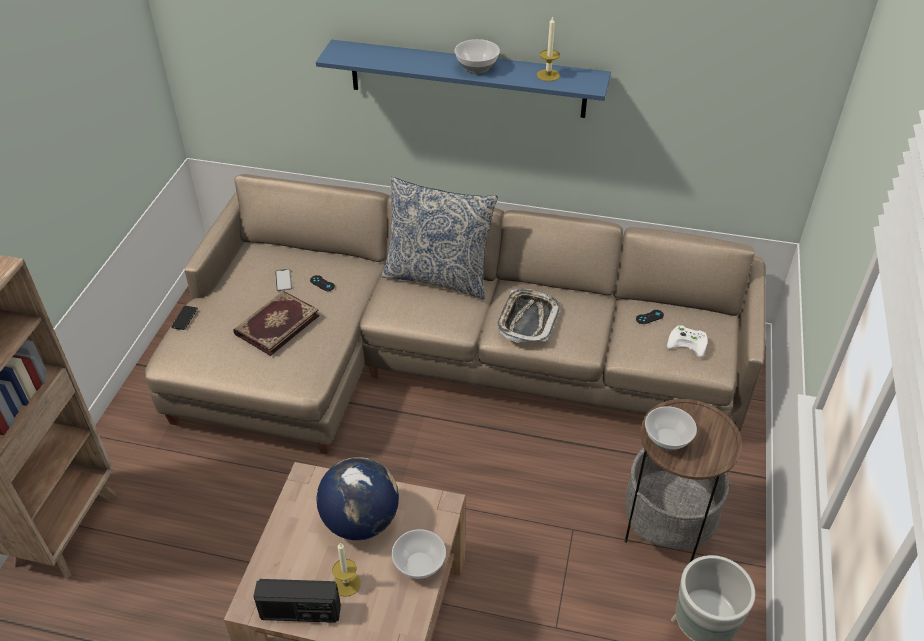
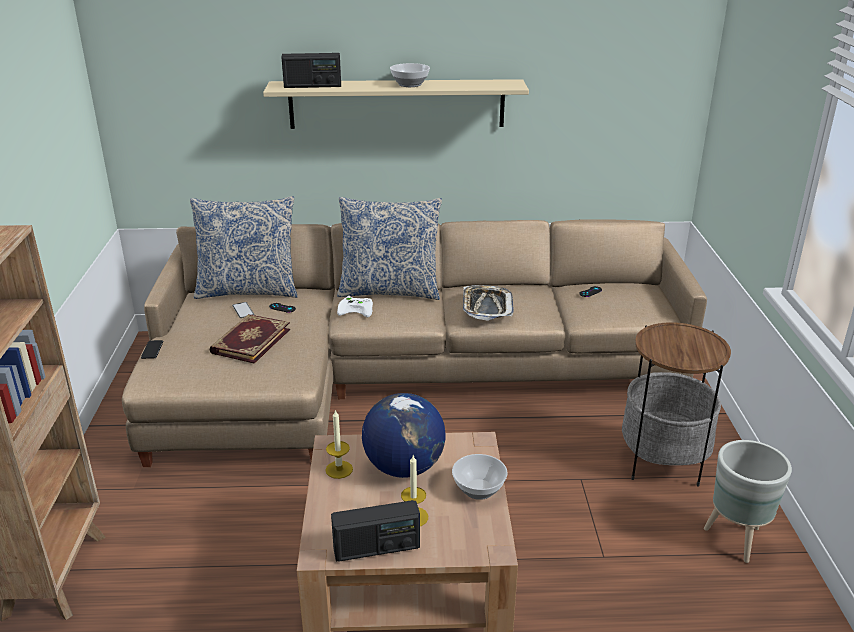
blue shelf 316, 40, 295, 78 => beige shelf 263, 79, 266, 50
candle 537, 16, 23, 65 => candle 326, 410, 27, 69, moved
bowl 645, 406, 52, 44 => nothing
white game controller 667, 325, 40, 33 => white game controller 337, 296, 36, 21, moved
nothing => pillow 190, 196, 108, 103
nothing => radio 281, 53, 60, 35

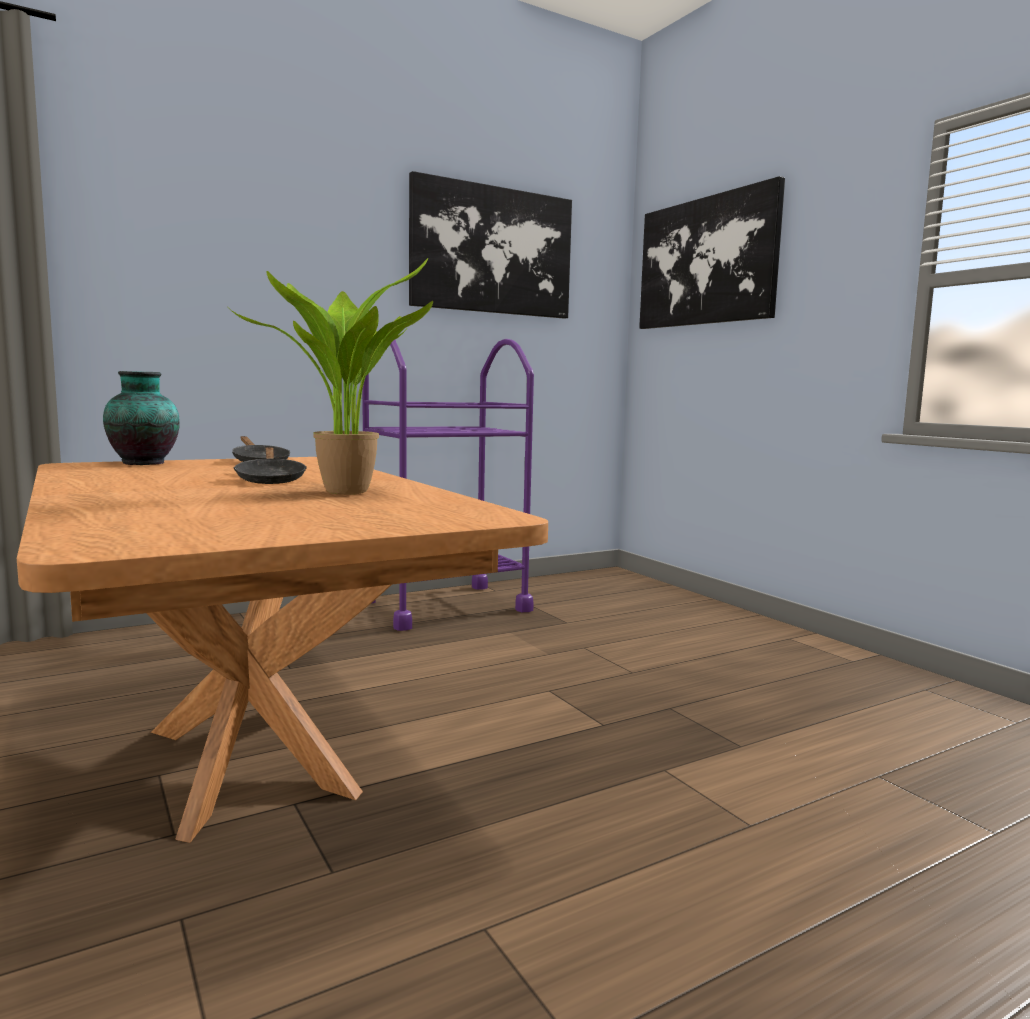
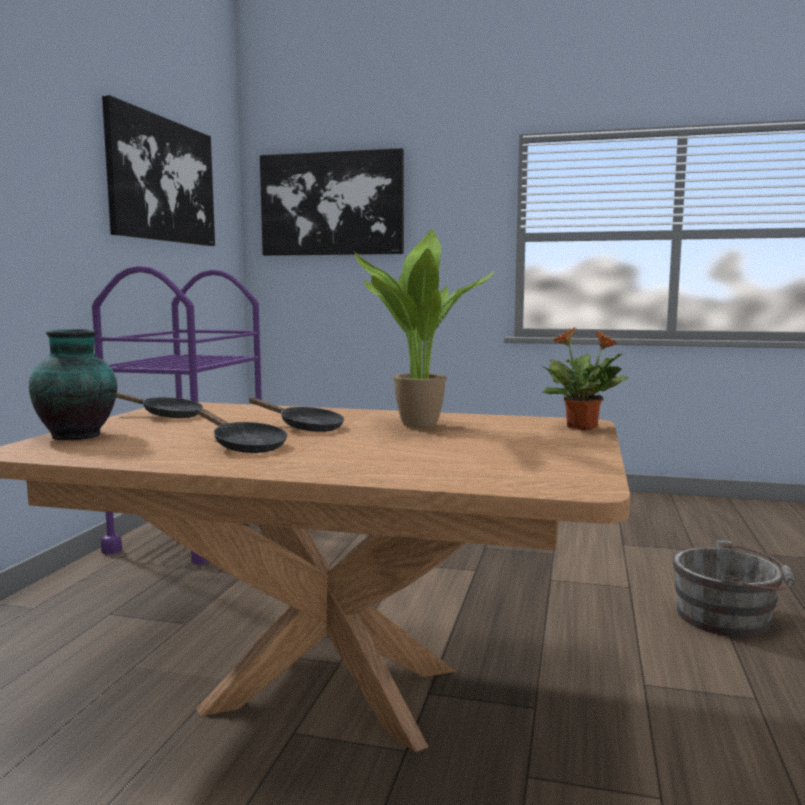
nothing => black frying pan 198, 409, 89, 44
nothing => potted plant 542, 327, 87, 103
nothing => grey bucket 673, 540, 122, 97

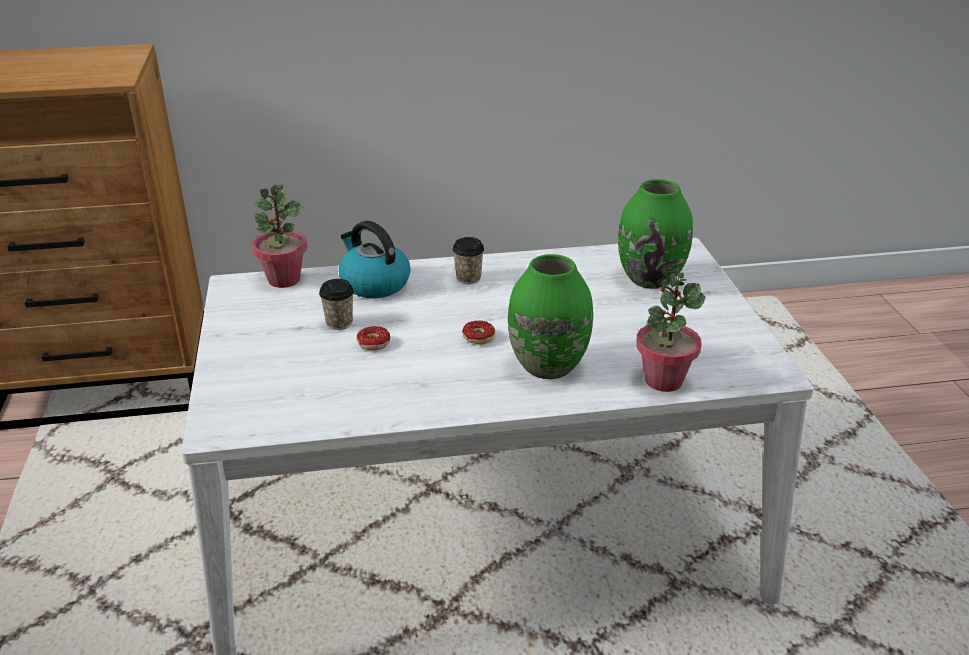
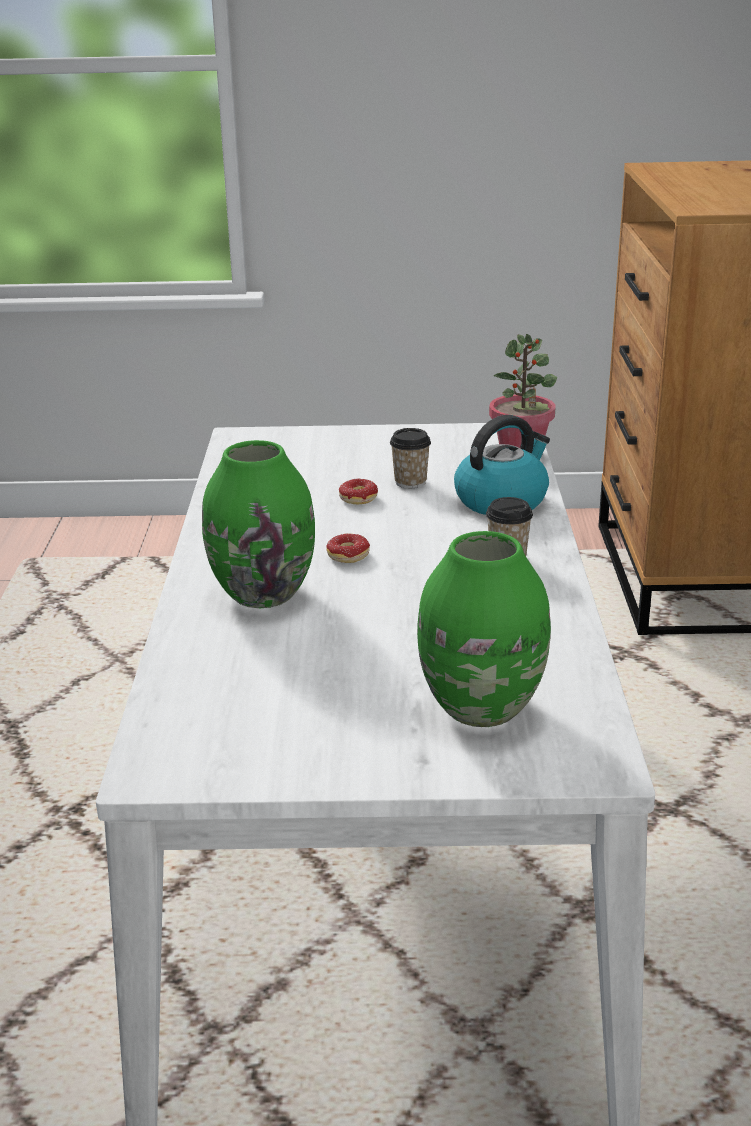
potted plant 636, 273, 69, 119 => nothing

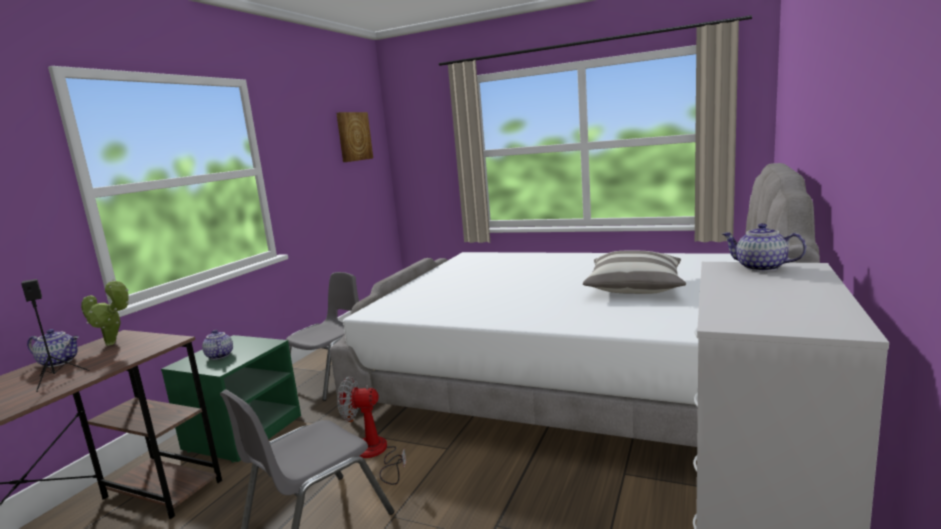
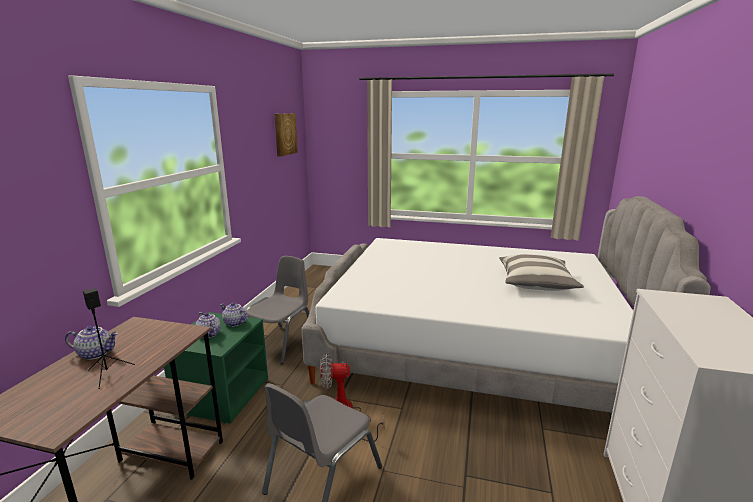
potted plant 81, 279, 48, 67 => nothing
teapot 722, 223, 84, 49 => teapot 220, 303, 28, 24, moved

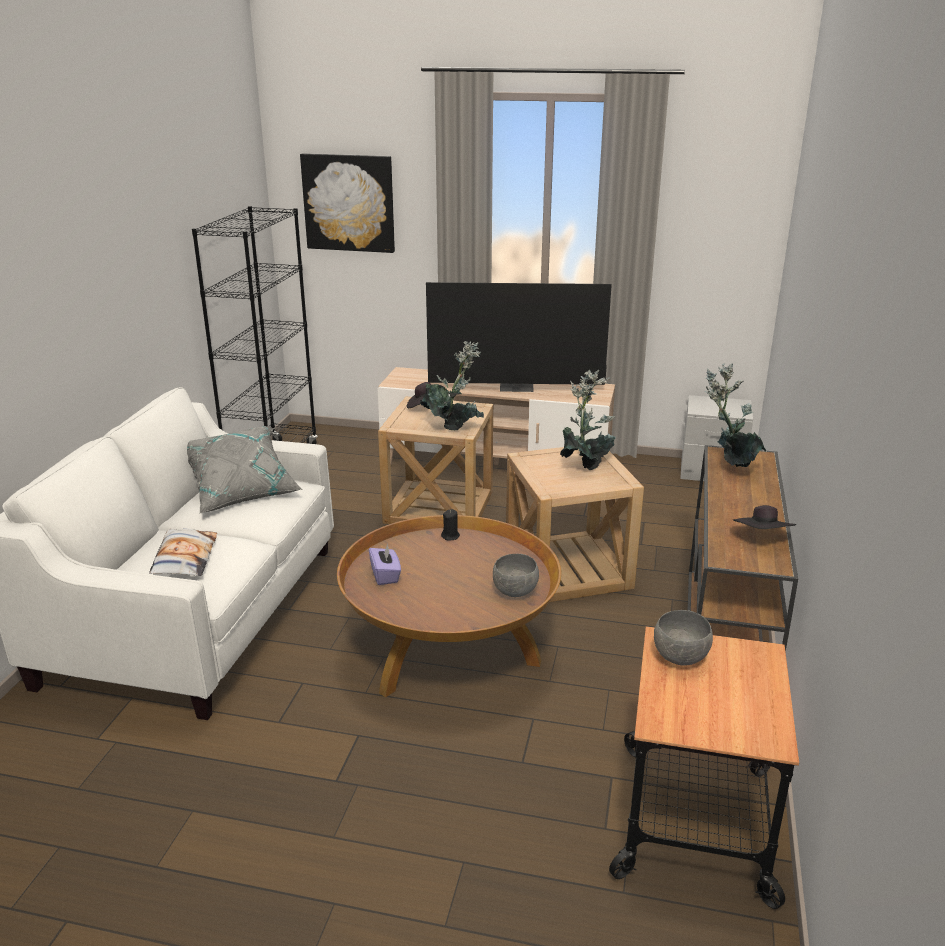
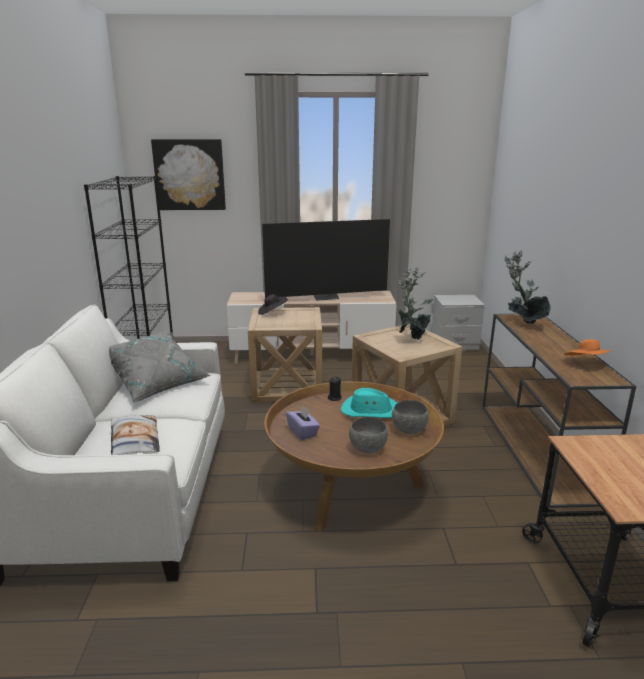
potted plant 420, 341, 64, 89 => nothing
grey bowl 654, 610, 59, 56 => grey bowl 349, 417, 39, 36, moved
black hat 733, 505, 63, 24 => orange hat 564, 339, 49, 17
nothing => turquoise hat 341, 388, 56, 30

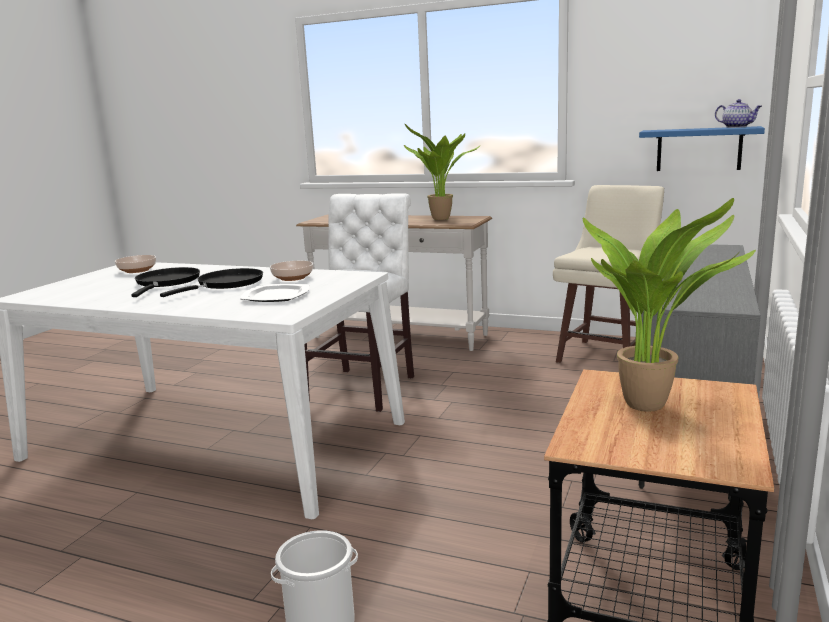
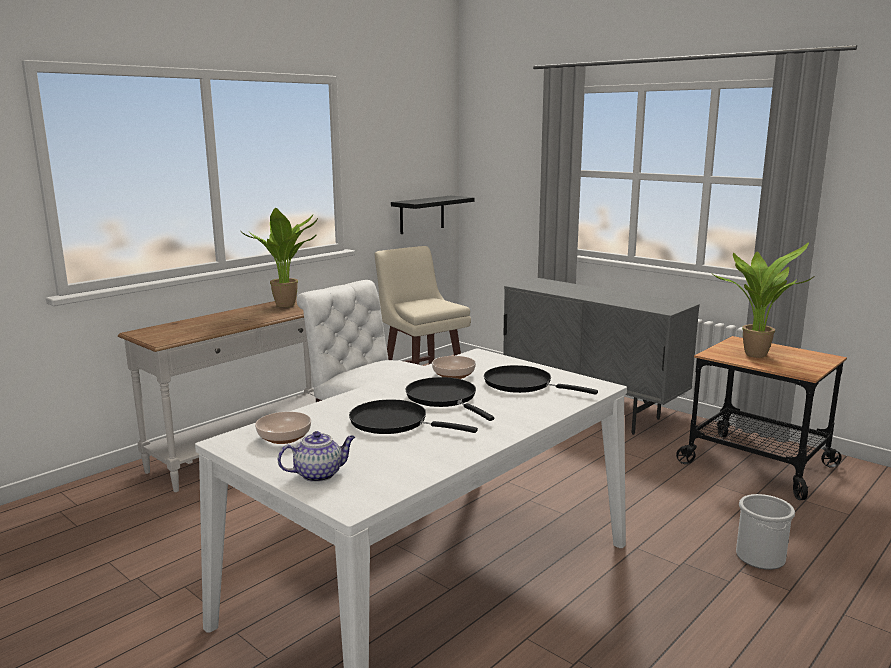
plate 240, 284, 70, 18 => black frying pan 484, 365, 114, 30
blue shelf 639, 126, 126, 45 => black shelf 391, 196, 84, 38
teapot 715, 99, 47, 29 => teapot 278, 431, 77, 51, moved

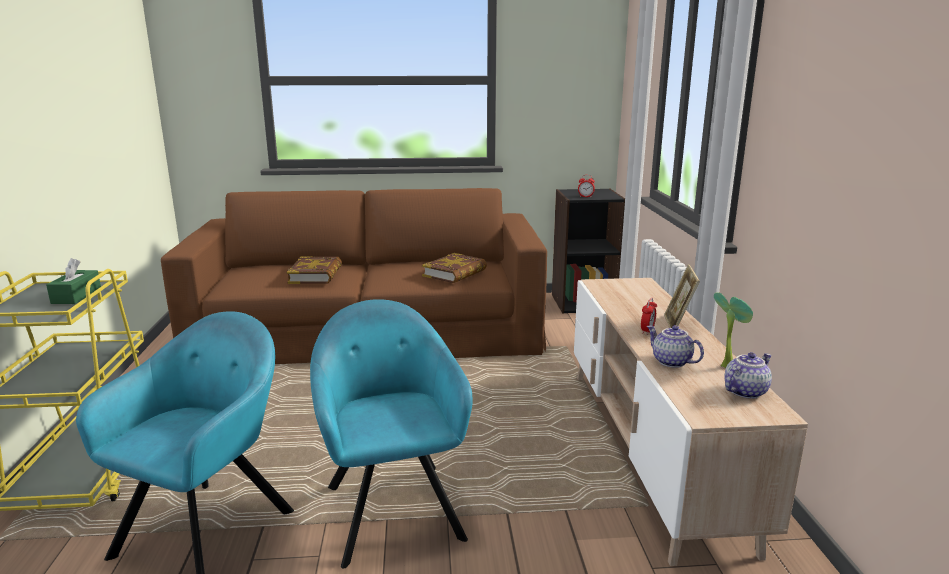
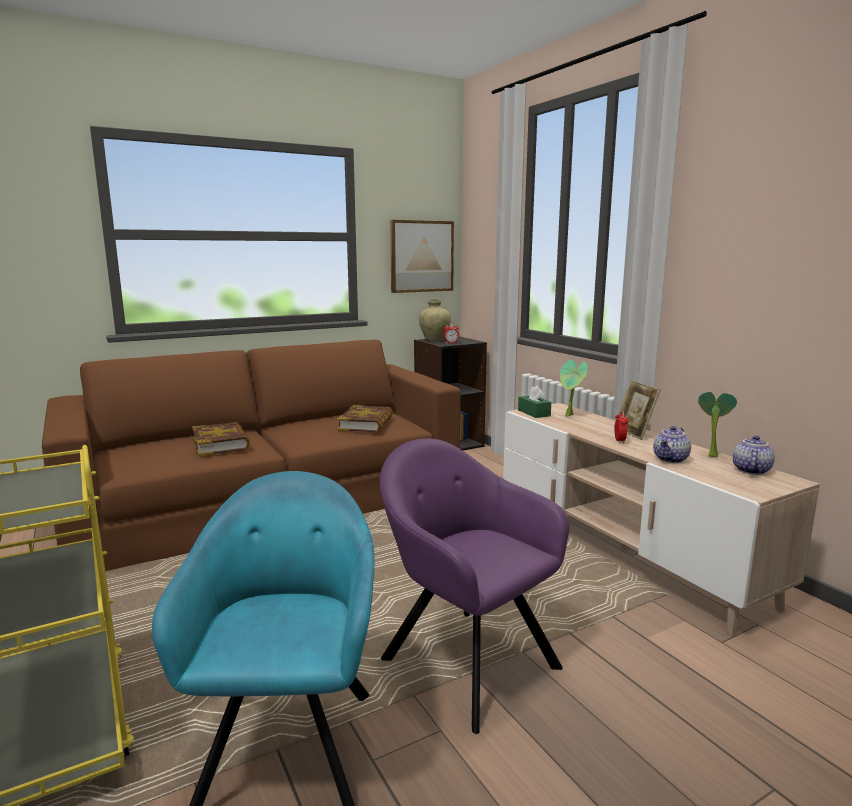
green tissue box 46, 258, 55, 46 => green tissue box 518, 385, 33, 33, moved
turquoise armchair 310, 299, 163, 270 => purple armchair 380, 438, 189, 296
teapot 647, 325, 57, 43 => teapot 653, 426, 38, 37, 75 degrees counterclockwise
nothing => picture 390, 220, 64, 73
nothing => beige vase 419, 299, 32, 42
nothing => potted plant 560, 360, 28, 56

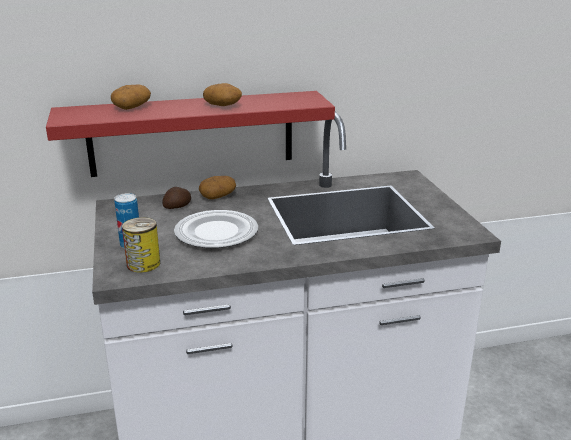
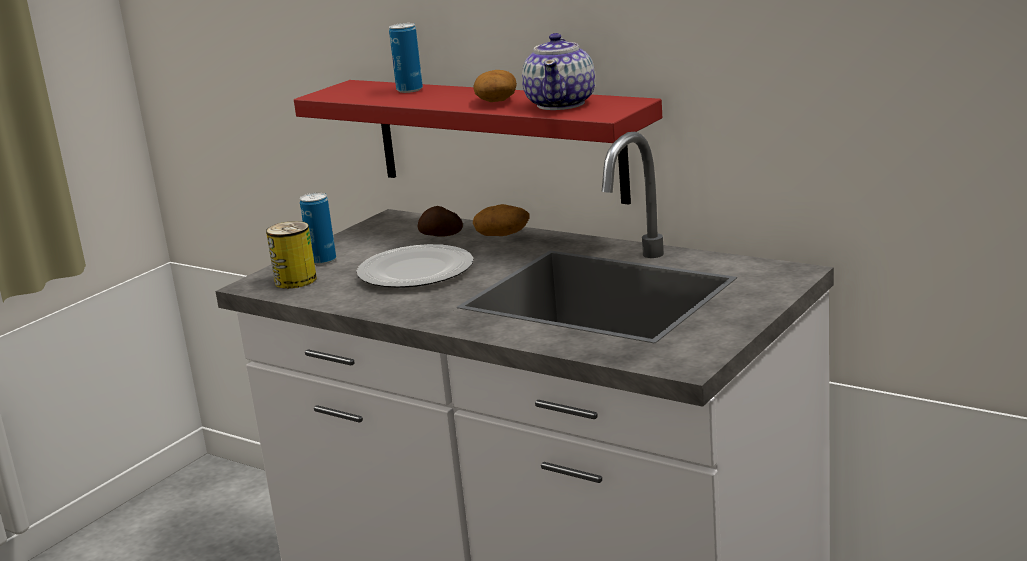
potato 111, 85, 40, 25 => can 389, 23, 34, 70
nothing => teapot 522, 33, 73, 77

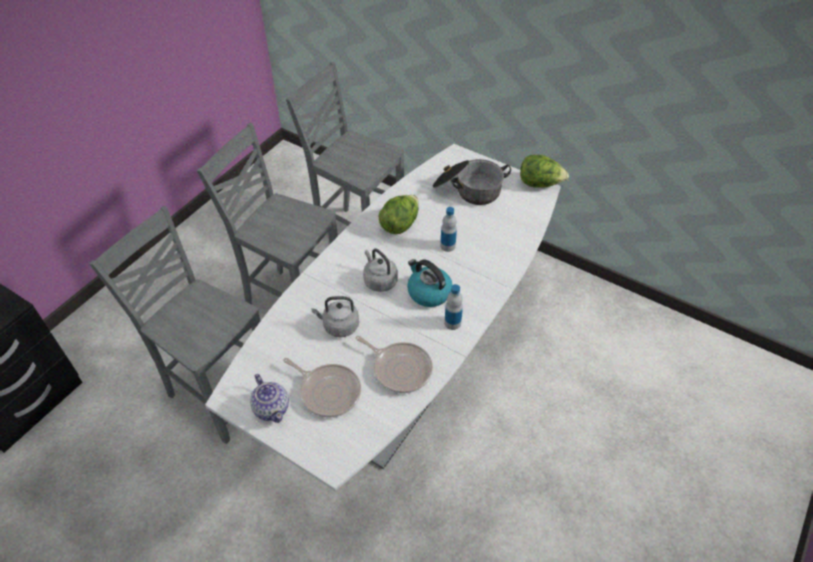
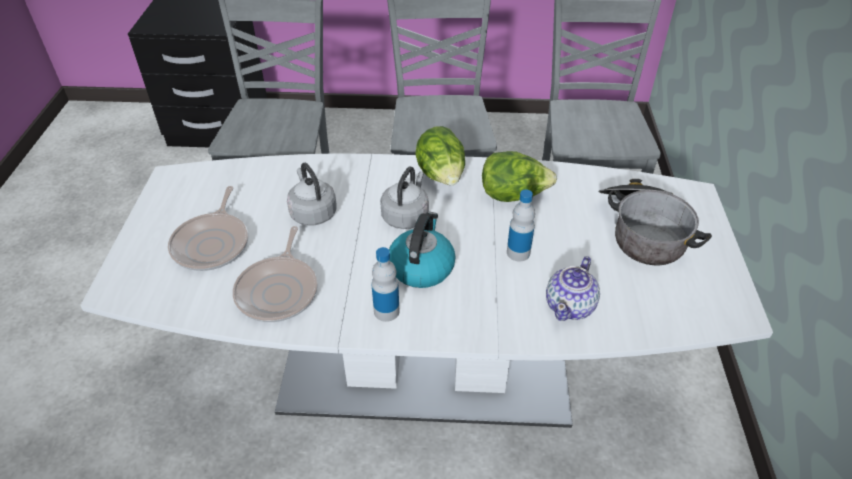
teapot 250, 374, 39, 49 => teapot 546, 256, 54, 65, moved
lettuce 520, 155, 49, 33 => lettuce 415, 126, 50, 59, moved

